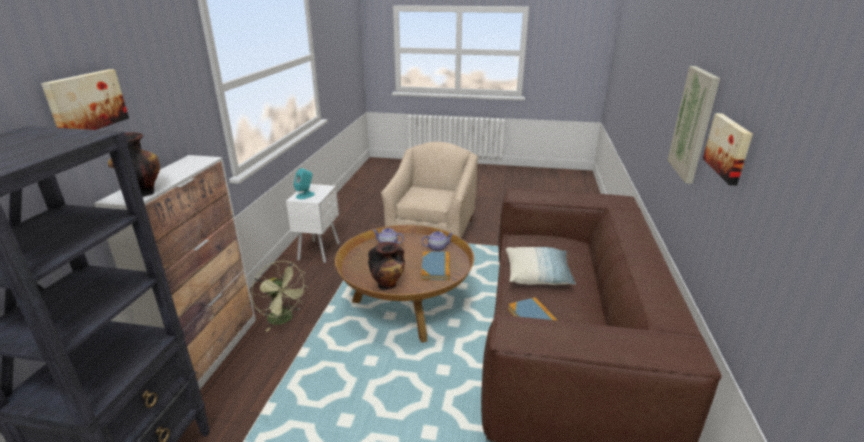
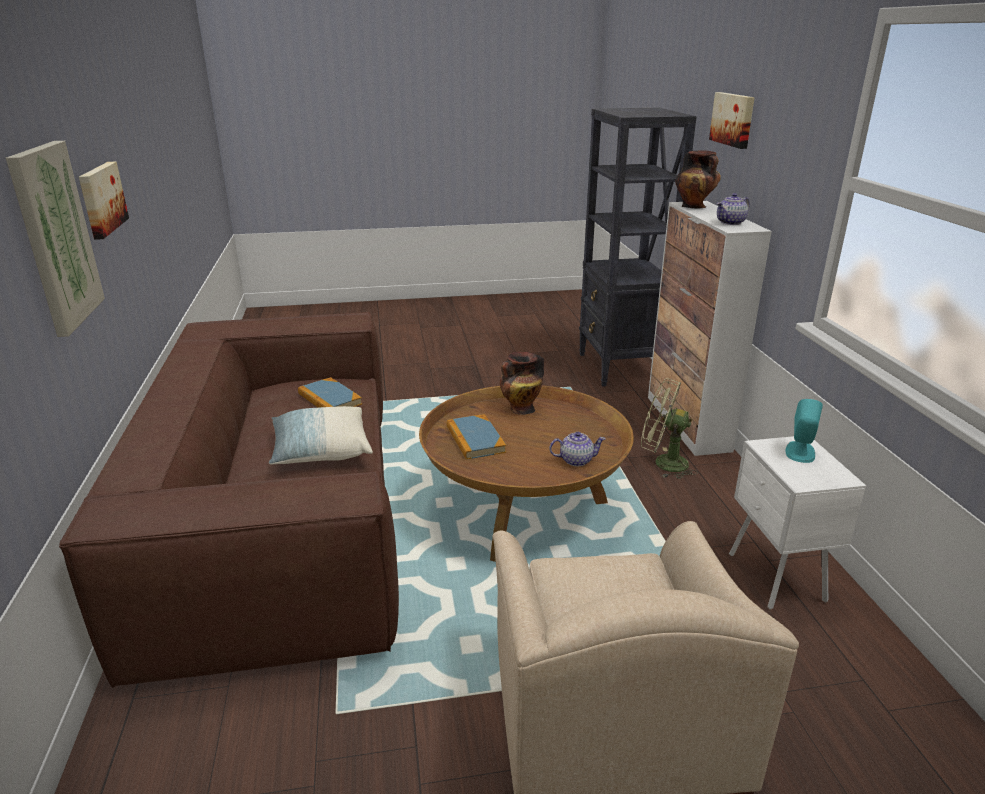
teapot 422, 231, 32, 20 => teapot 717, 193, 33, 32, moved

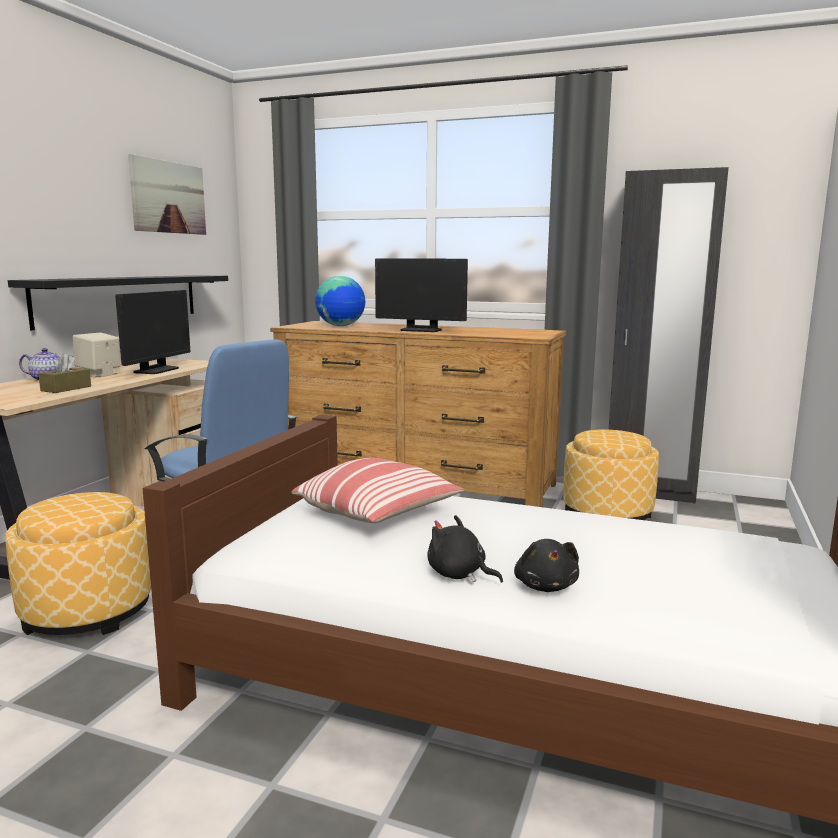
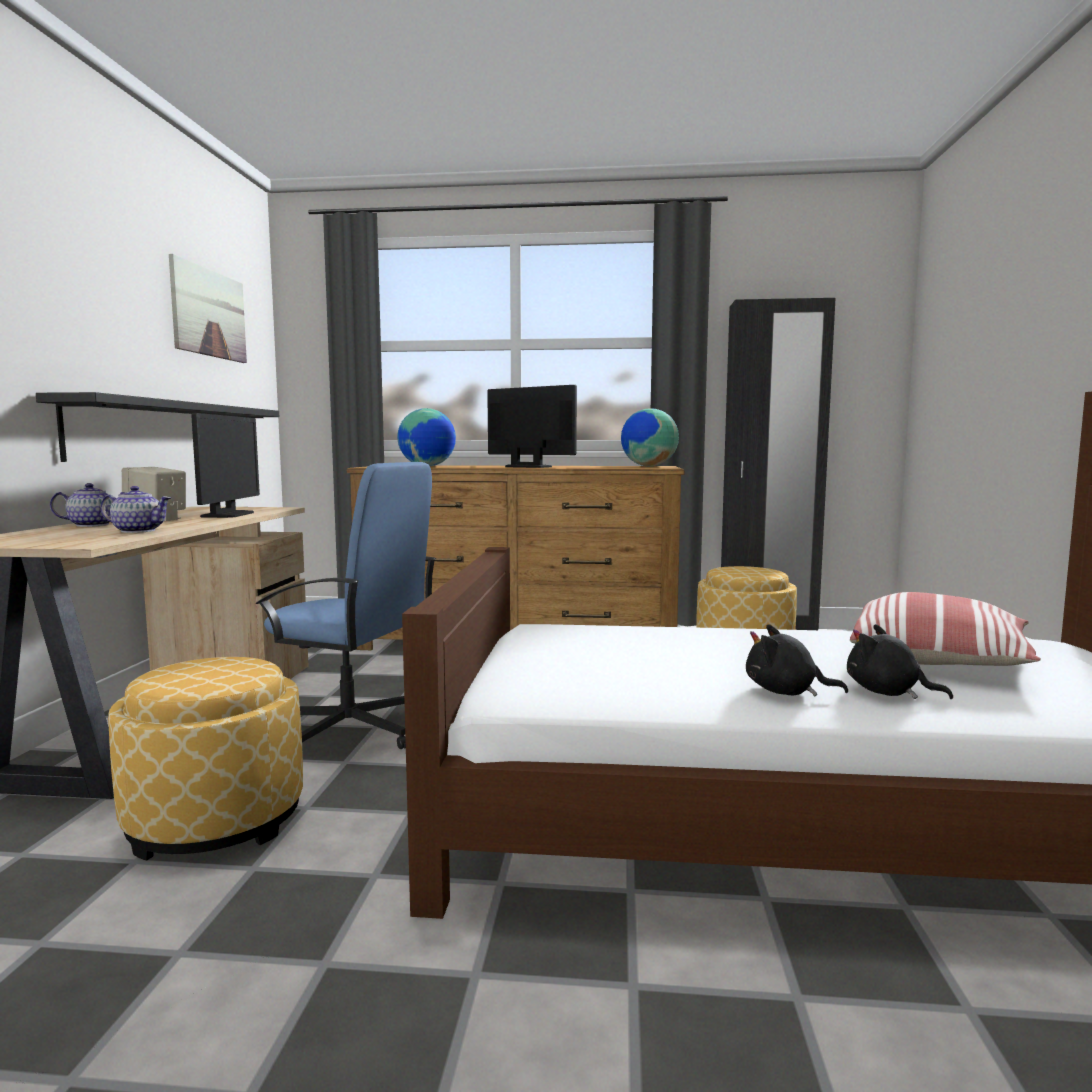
brown tissue box 38, 353, 53, 40 => teapot 101, 486, 70, 47
pillow 291, 458, 173, 65 => pillow 850, 592, 191, 74, moved
monitor 375, 258, 93, 74 => monitor 487, 385, 90, 83, 150 degrees counterclockwise
black plush toy 514, 539, 65, 53 => black plush toy 847, 624, 106, 75, 150 degrees clockwise
nothing => globe 621, 408, 58, 58

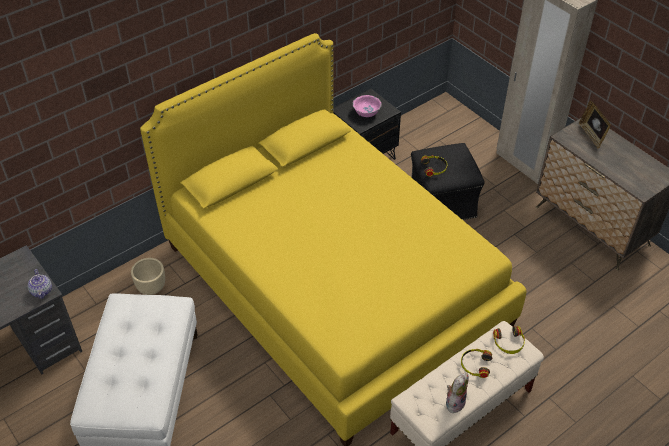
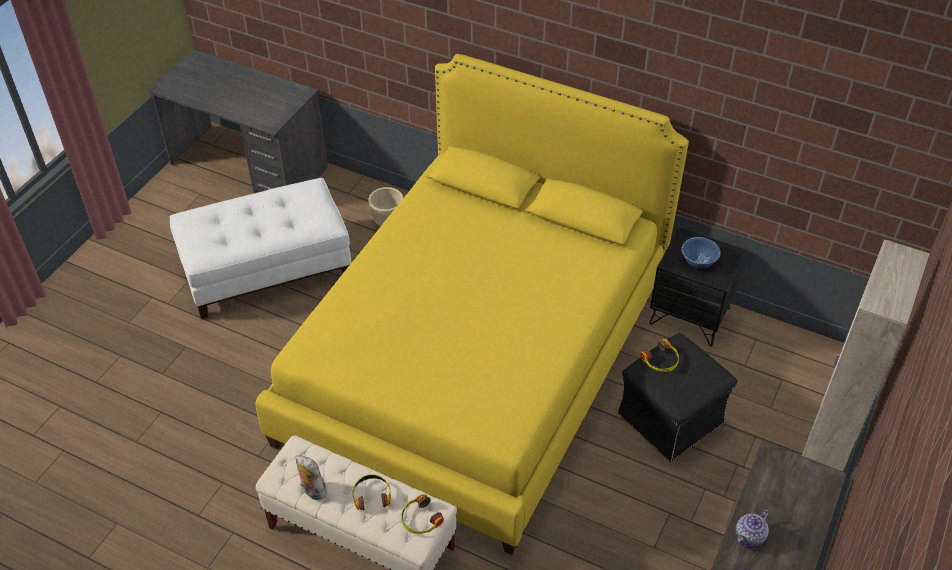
teapot 28, 269, 24, 30 => teapot 736, 509, 33, 38, moved
pink bowl 353, 95, 29, 22 => blue bowl 681, 237, 40, 31
plush toy 446, 372, 22, 41 => plush toy 296, 455, 33, 45, 150 degrees counterclockwise
picture frame 579, 100, 32, 49 => nothing

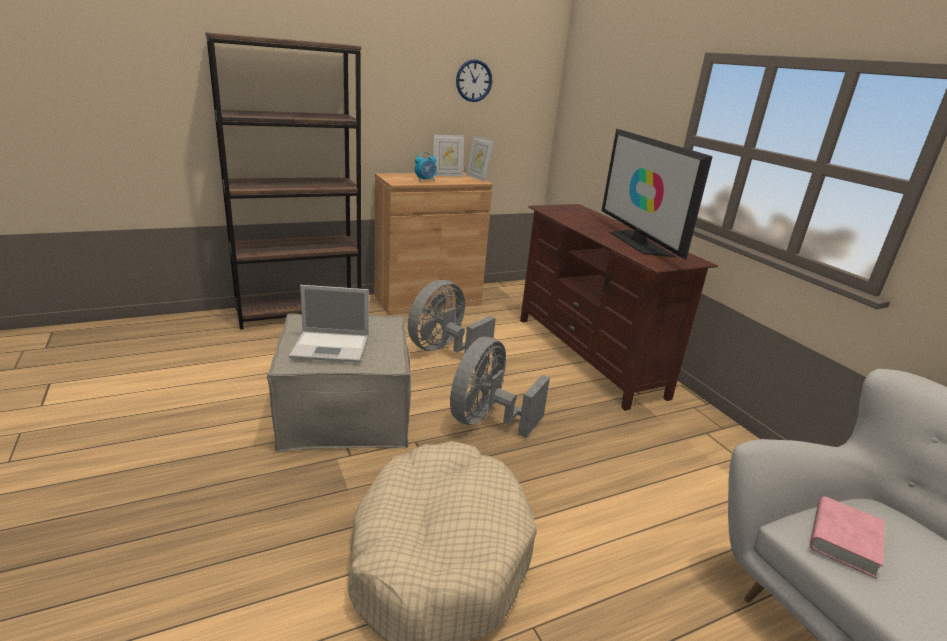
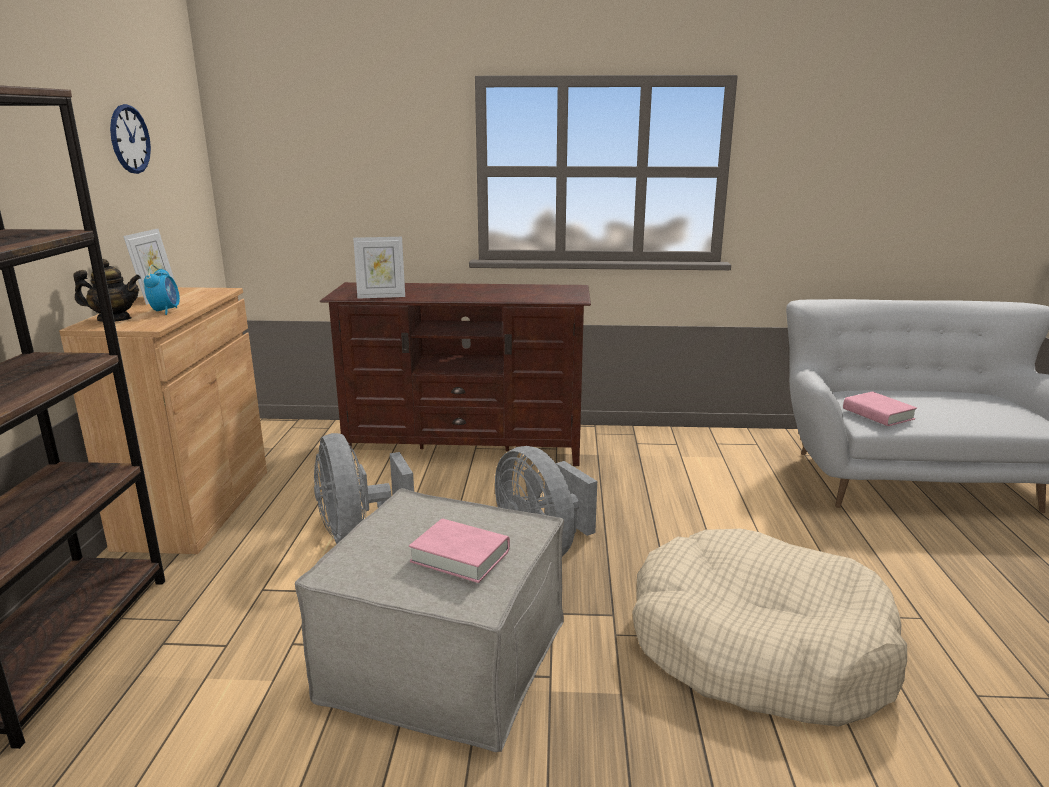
laptop 289, 285, 80, 78 => pink book 409, 519, 101, 64
picture frame 466, 136, 28, 46 => picture frame 353, 237, 52, 62, moved
television 602, 129, 111, 130 => nothing
nothing => teapot 73, 259, 68, 63

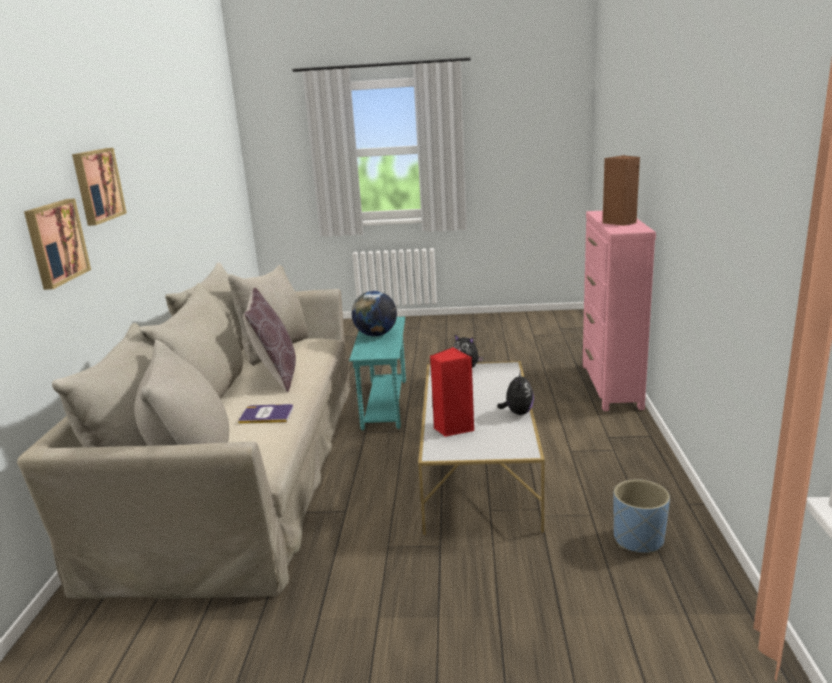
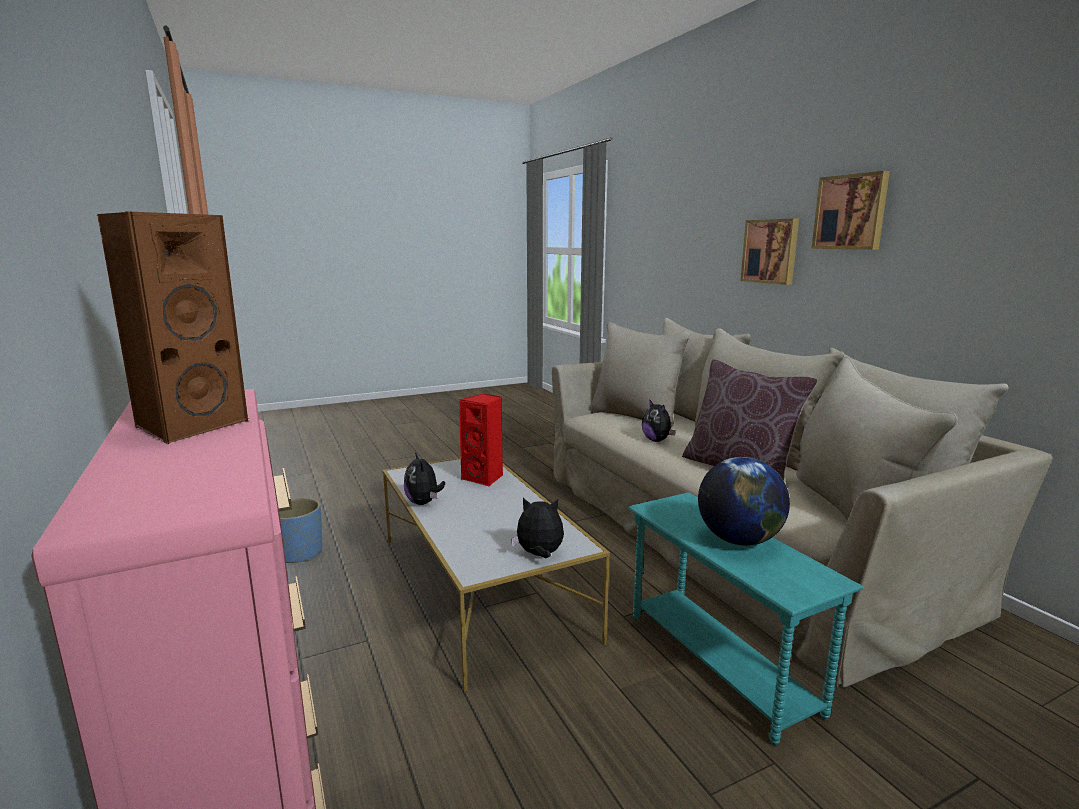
book 238, 404, 56, 20 => plush toy 642, 399, 34, 43

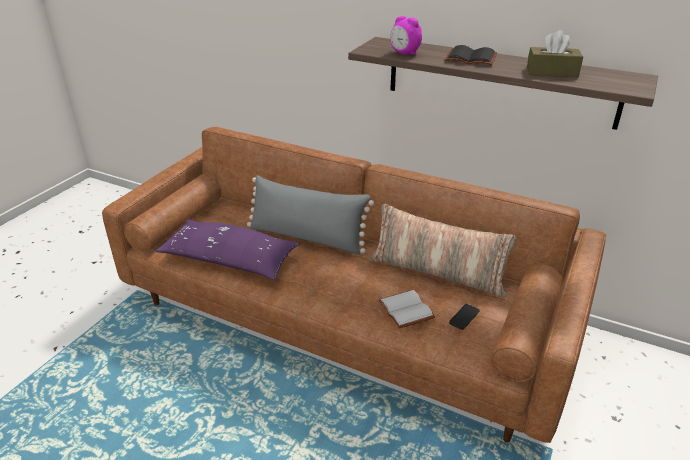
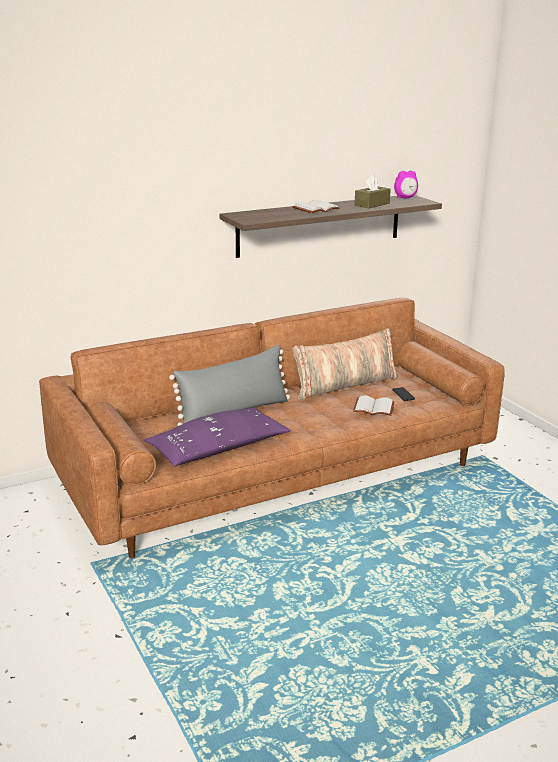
alarm clock 390, 16, 32, 39 => alarm clock 394, 170, 24, 28, moved
black book 445, 45, 52, 21 => white book 292, 200, 48, 13

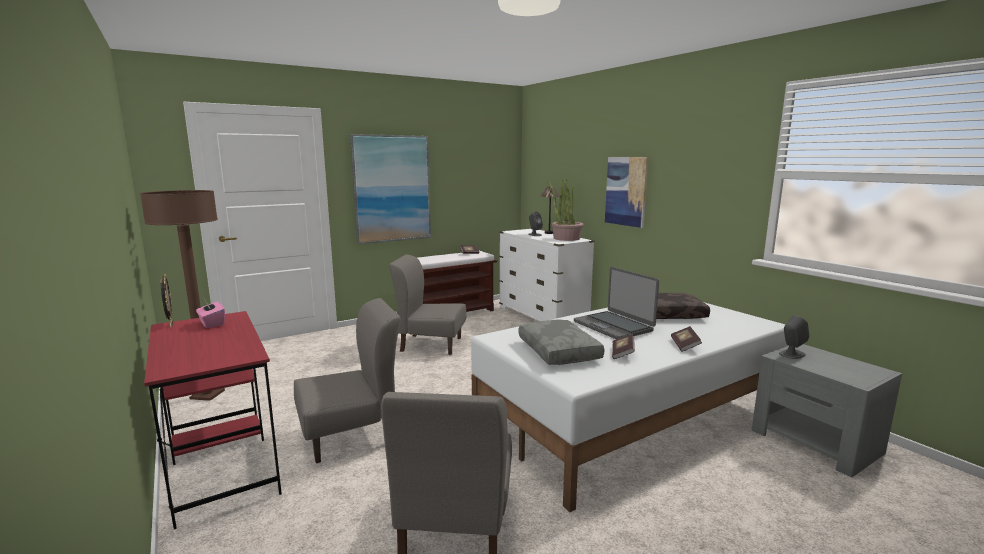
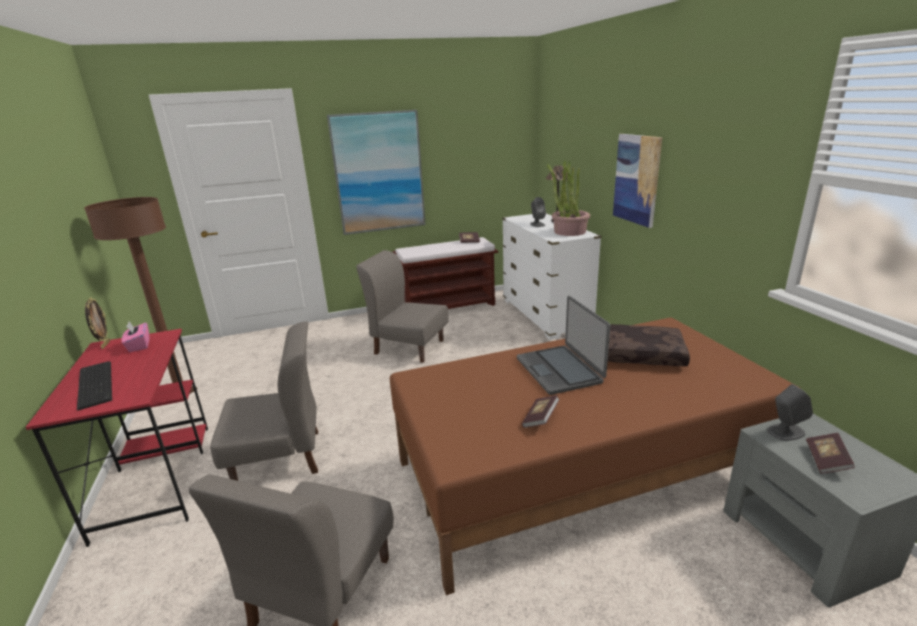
white bed 471, 302, 318, 210 => brown bed 390, 317, 411, 278
grey pillow 519, 319, 86, 46 => nothing
book 671, 326, 31, 26 => book 806, 433, 49, 41, moved
nothing => keyboard 77, 361, 35, 50

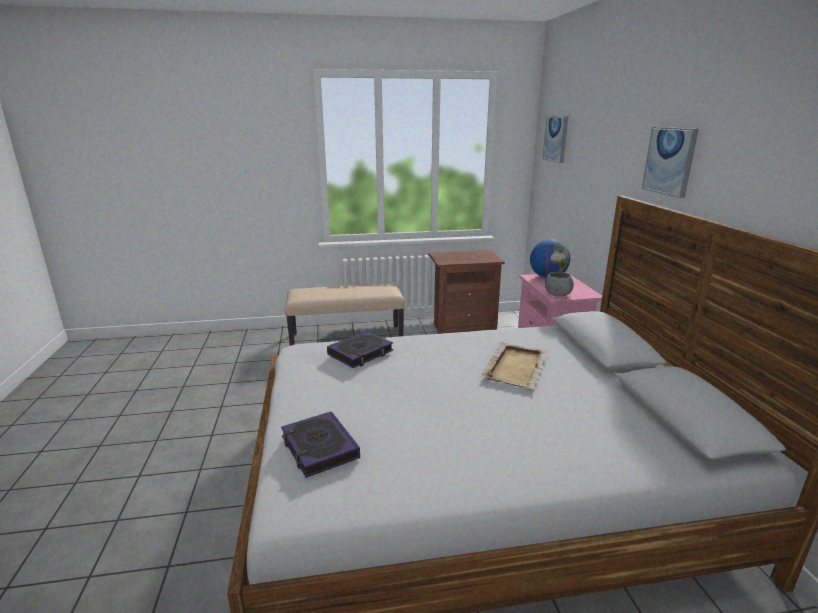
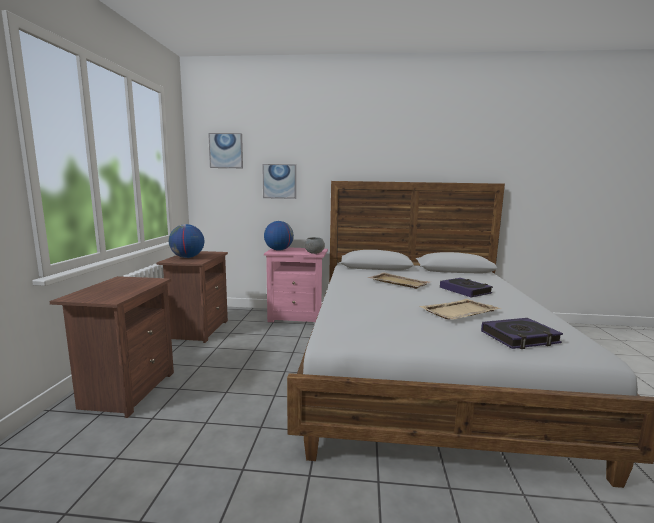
beige bench 285, 284, 120, 62 => brown nightstand 49, 276, 125, 142
book 327, 331, 66, 37 => book 440, 278, 53, 19, moved
picture 642, 127, 57, 71 => picture 262, 164, 34, 35, moved
nothing => globe 169, 224, 35, 34
nothing => beige tray 419, 299, 82, 21

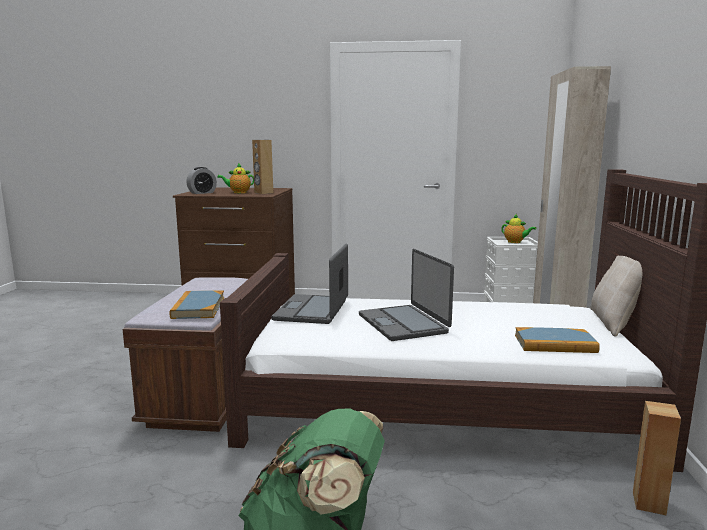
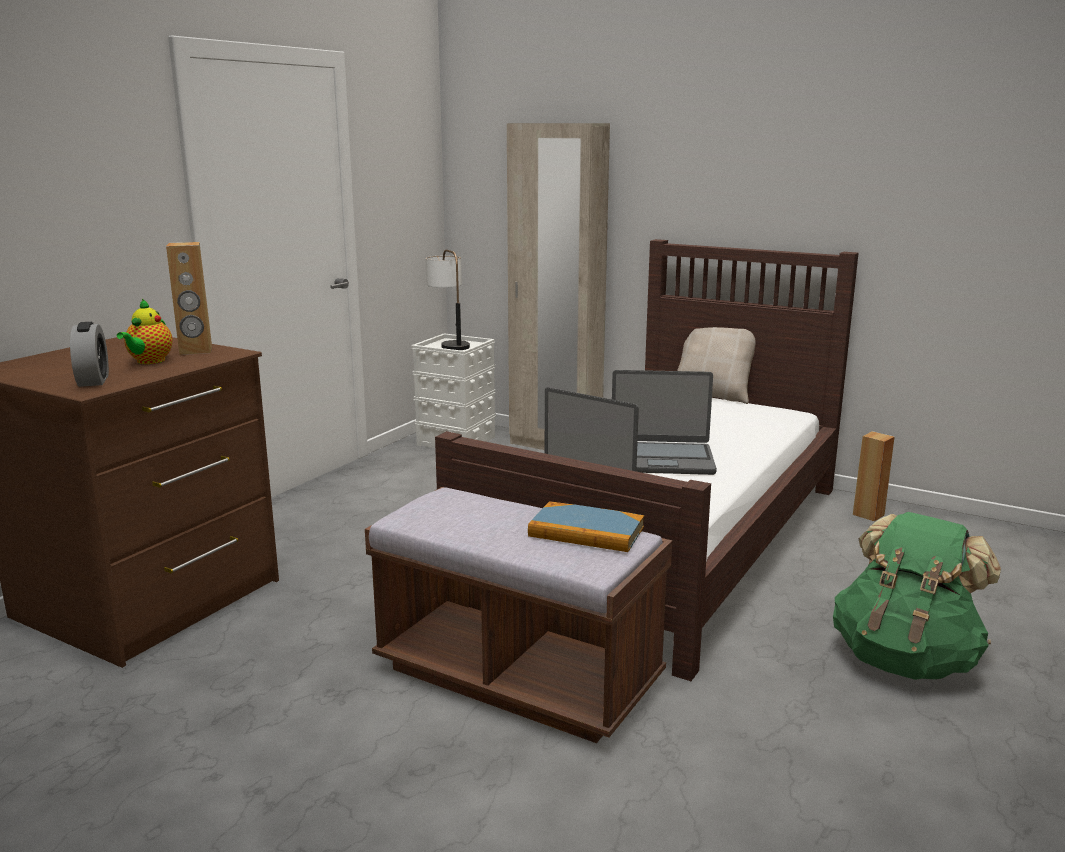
teapot 501, 214, 35, 29 => table lamp 426, 250, 44, 100
book 515, 327, 85, 26 => nothing

